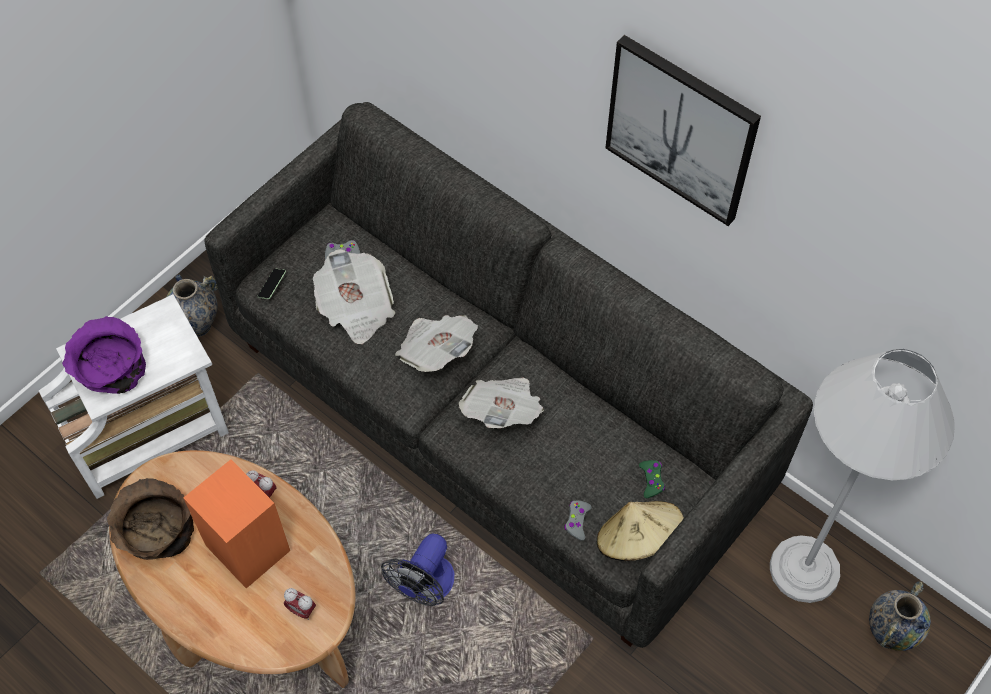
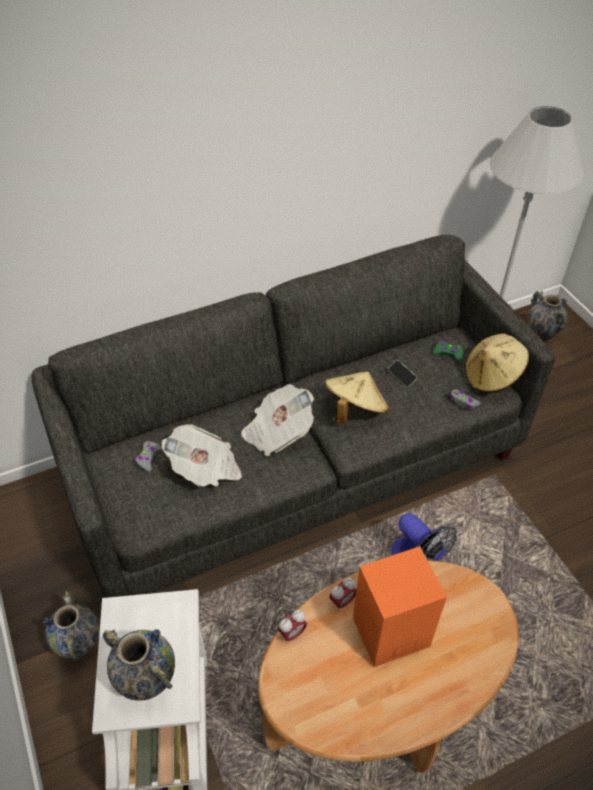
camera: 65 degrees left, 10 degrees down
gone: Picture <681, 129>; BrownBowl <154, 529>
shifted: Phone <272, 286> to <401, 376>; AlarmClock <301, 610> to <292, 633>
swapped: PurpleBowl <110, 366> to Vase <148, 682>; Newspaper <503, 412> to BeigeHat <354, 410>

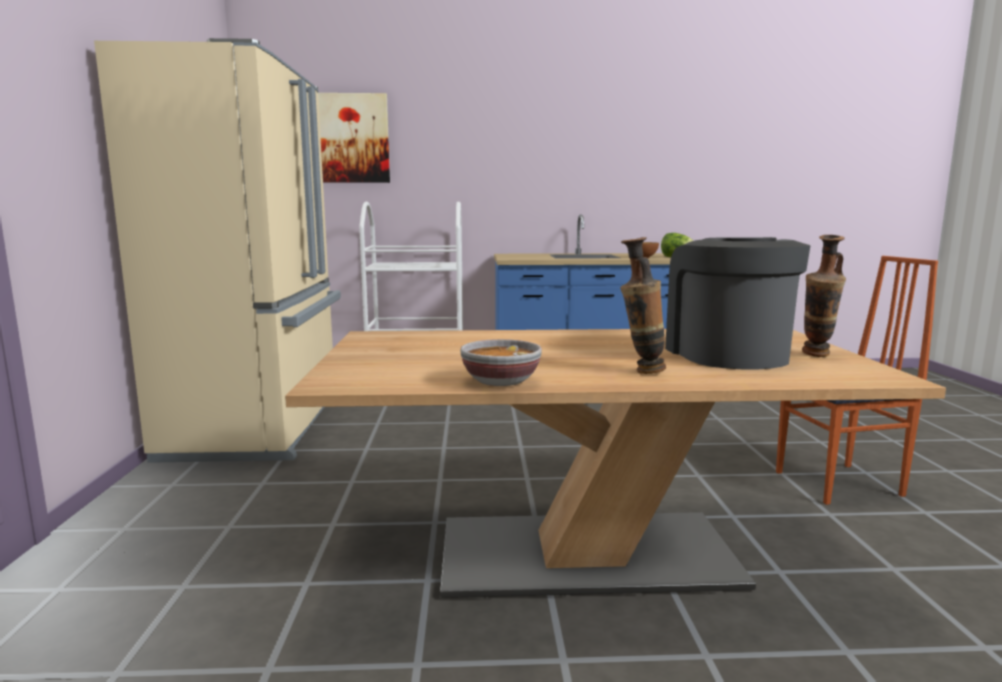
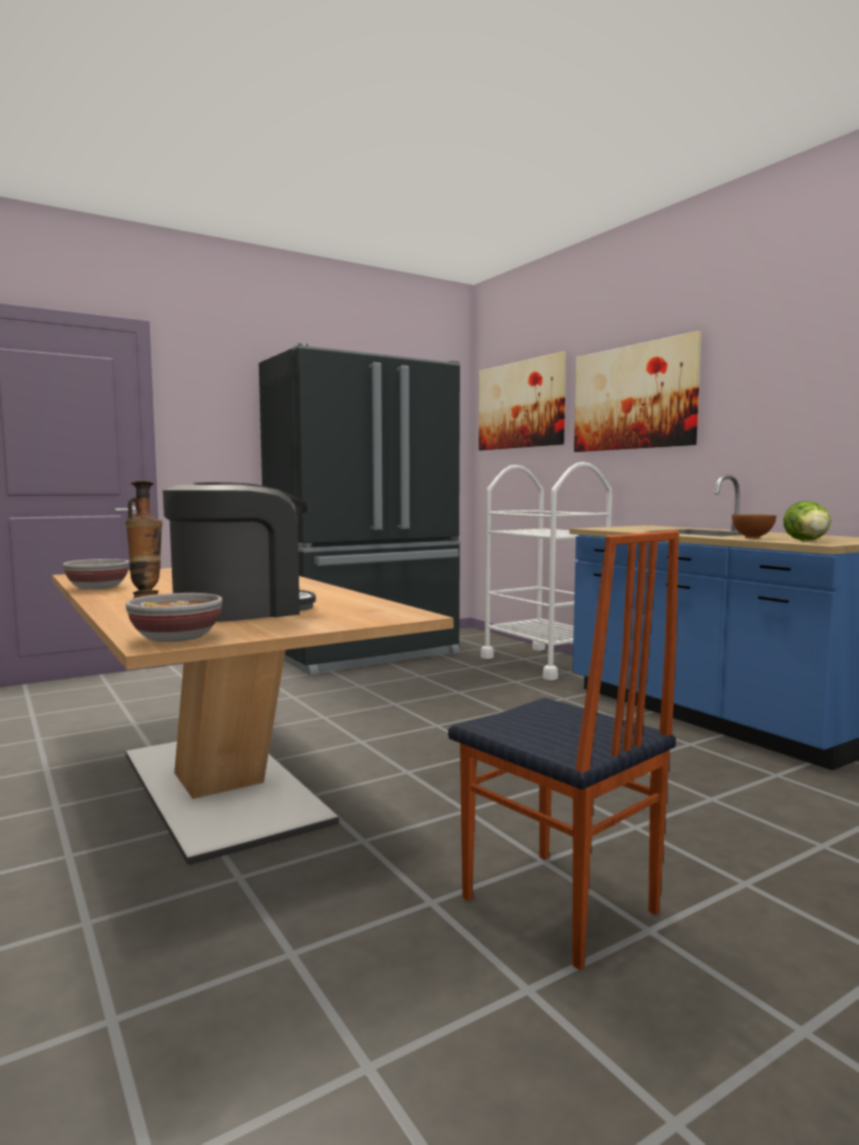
camera: 60 degrees right, 5 degrees down
gone: Vase <816, 356>
new: Picture <633, 397>; Bowl <176, 638>
repainted: BeigeFridge <261, 426> to BlackFridge <366, 654>

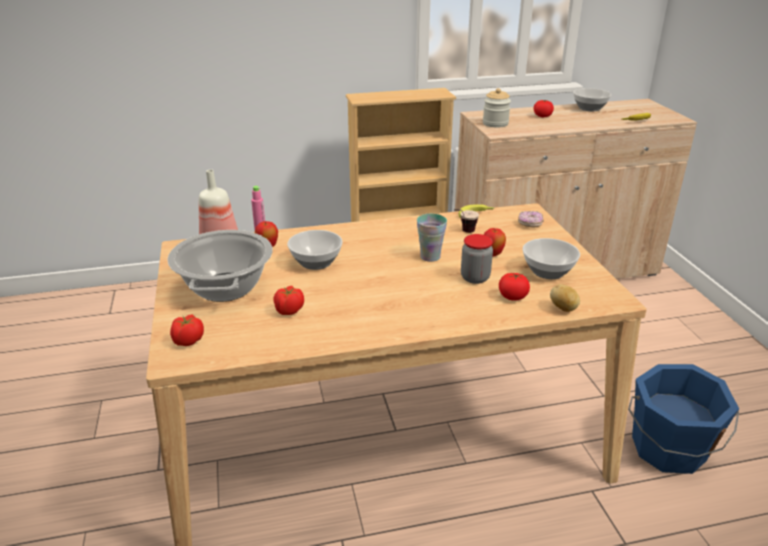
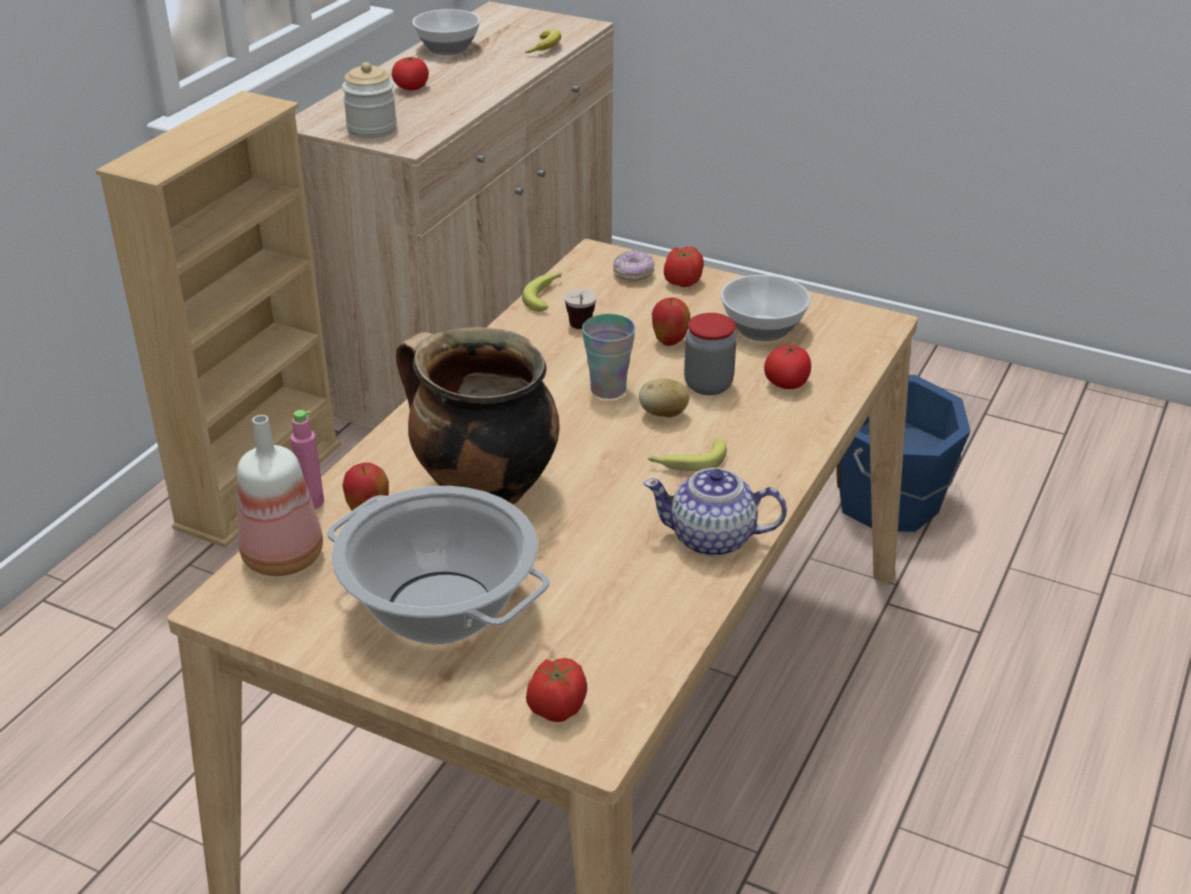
camera: 50 degrees left, 5 degrees up
new: Banana <687, 462>; Teapot <713, 539>
shifted: Potato <563, 308> to <663, 414>; Tomato <289, 311> to <682, 282>
swapped: Bowl <315, 262> to CookingPot <482, 490>

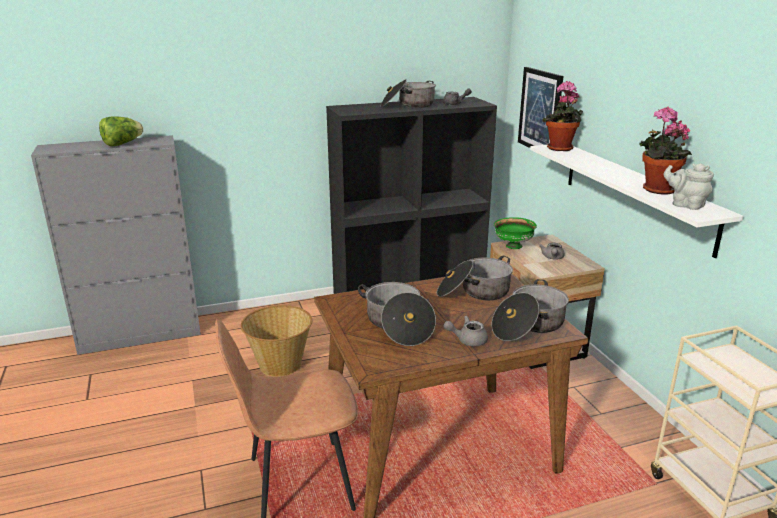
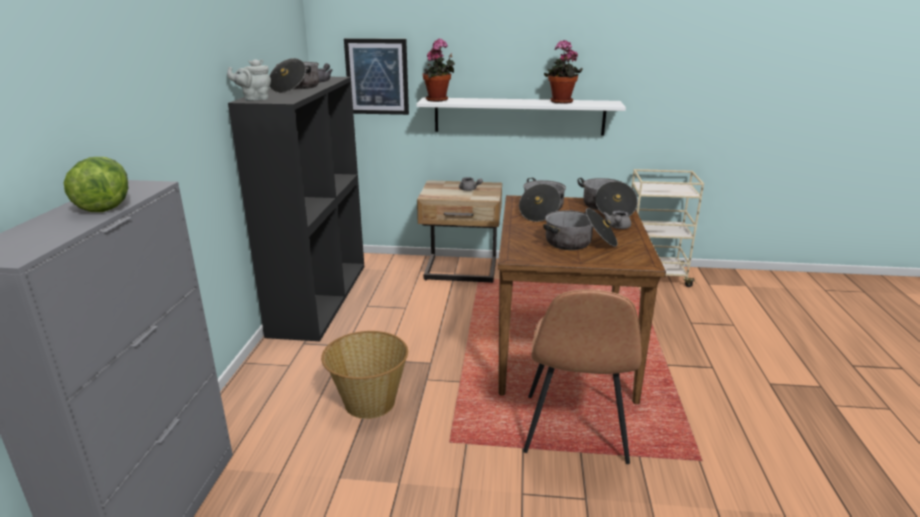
camera: 65 degrees left, 0 degrees up
gone: GreenBowl <513, 246>
shifted: GreyTeapot <685, 205> to <254, 99>

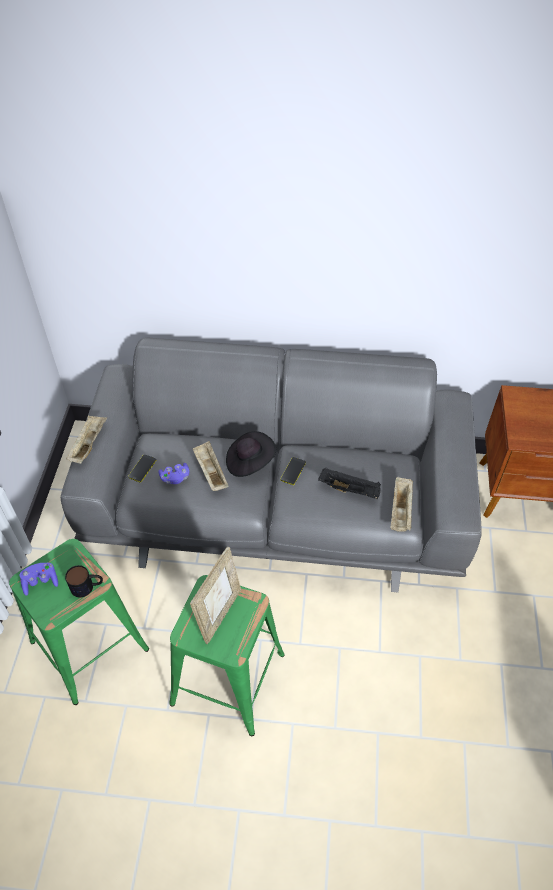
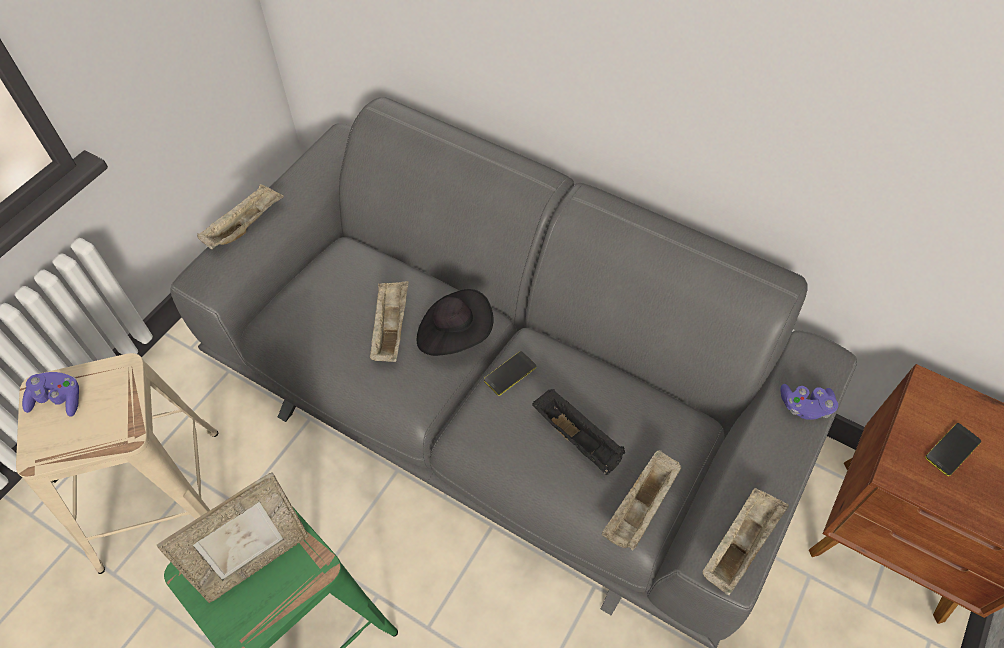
camera: 25 degrees right, 5 degrees up
gone: Mug <87, 586>
new: BeigeTray <740, 544>
shifted: Phone <142, 468> to <952, 449>; PurpleGameController <175, 478> to <804, 406>
repainted: GreenStool <88, 644> to BeigeStool <160, 496>

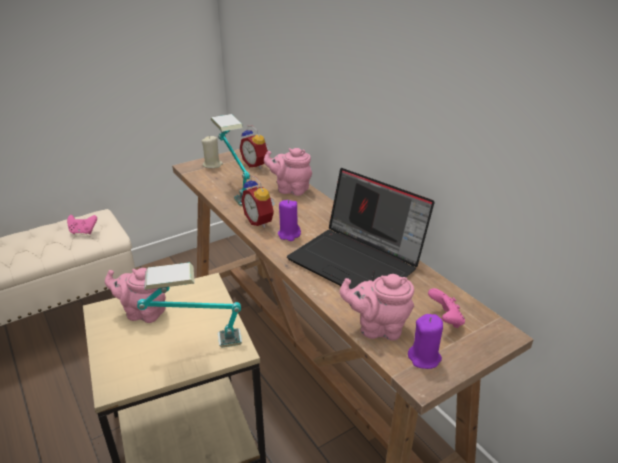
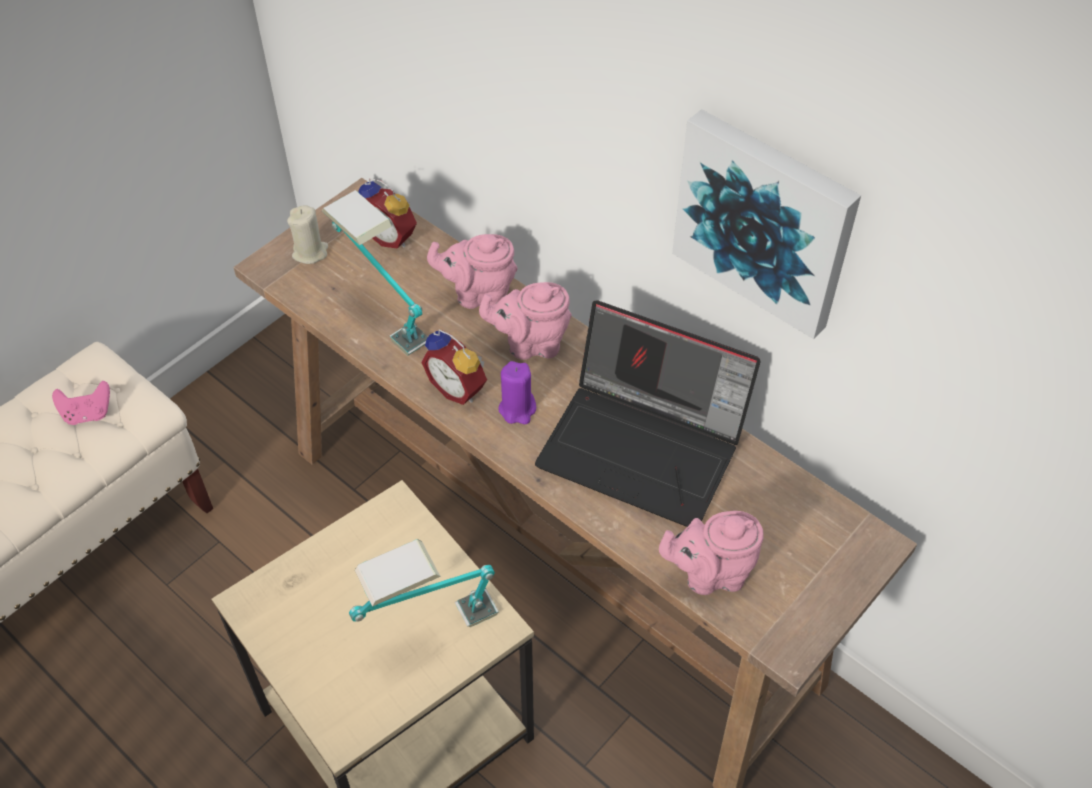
camera: 15 degrees left, 20 degrees up
gone: PinkGameController <445, 320>; PurpleCandle <424, 358>
new: Picture <765, 220>
shifted: PinkTeapot <143, 312> to <530, 344>

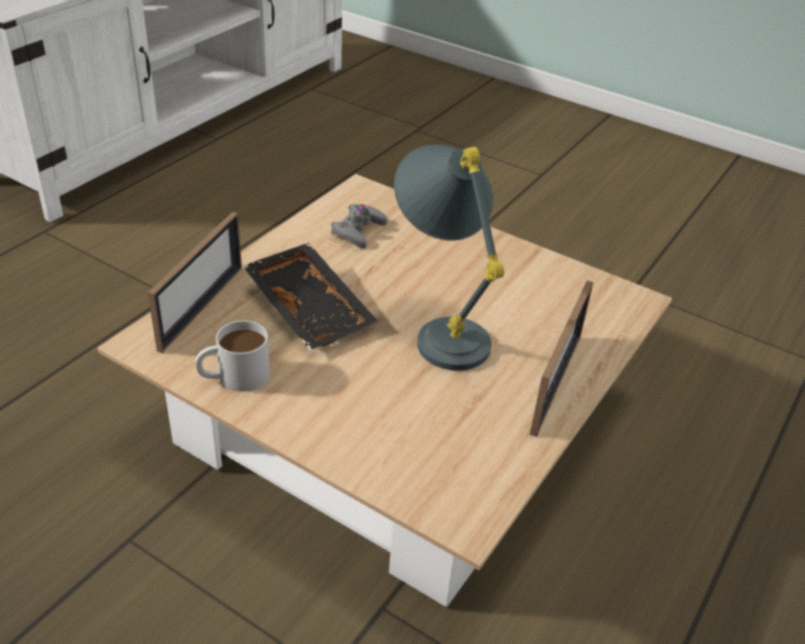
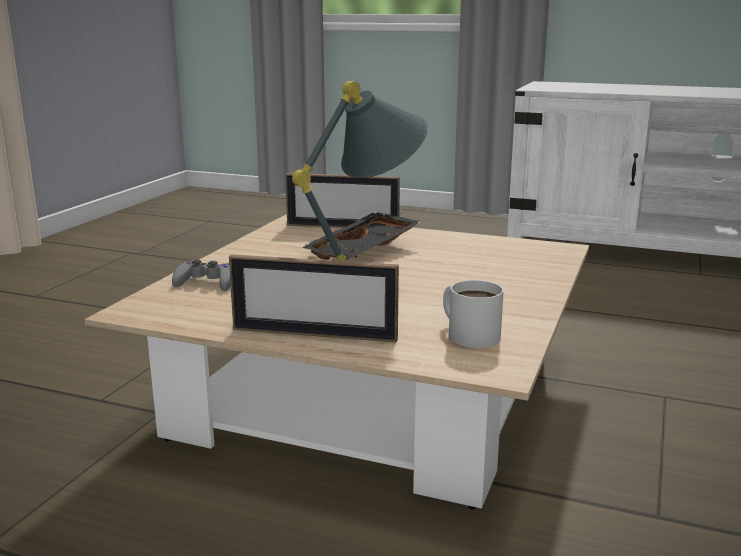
camera: 80 degrees right, 20 degrees down
shifted: GreyGameController <358, 231> to <207, 282>; WhiteMug <234, 376> to <467, 333>

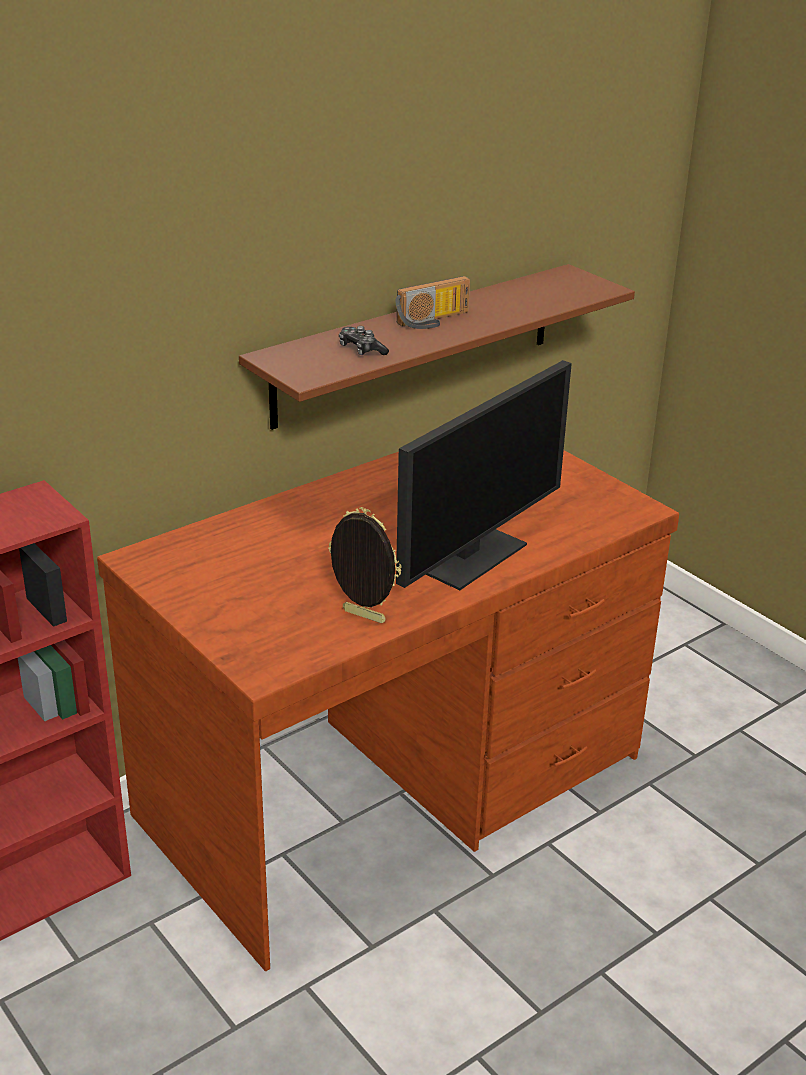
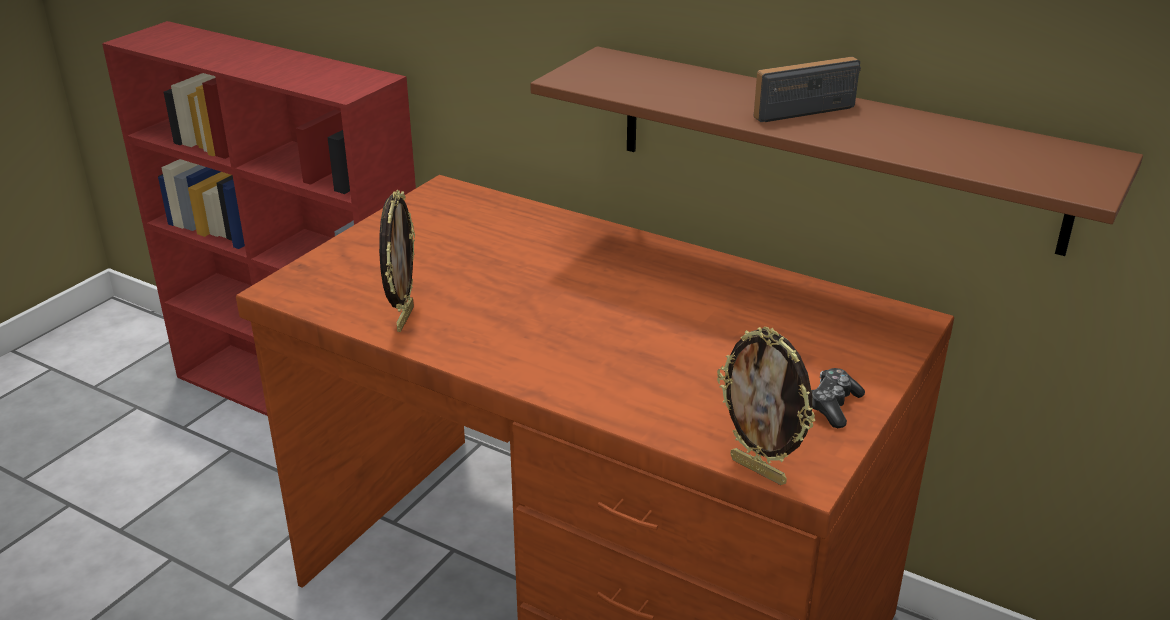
camera: 70 degrees right, 0 degrees up
gone: Monitor <467, 554>
new: PictureFrame <759, 470>
shifted: GameController <361, 350> to <833, 406>
rotated: Radio <434, 321> = <802, 108> 120 degrees clockwise

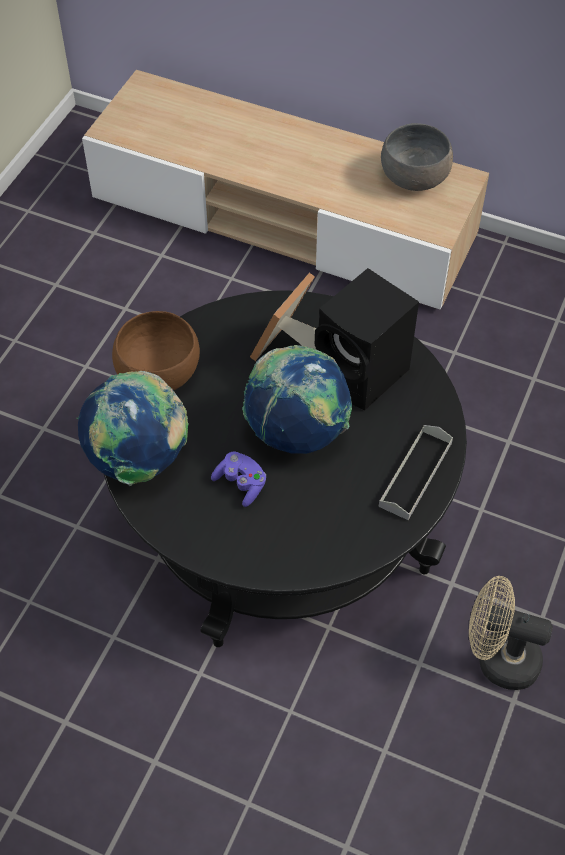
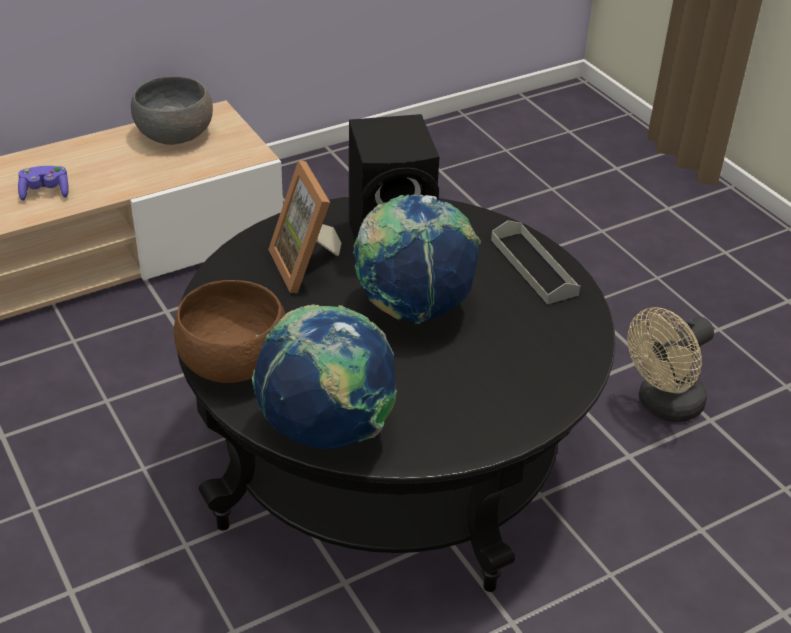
camera: 55 degrees left, 15 degrees down
shifted: PurpleGameController <241, 484> to <45, 192>

